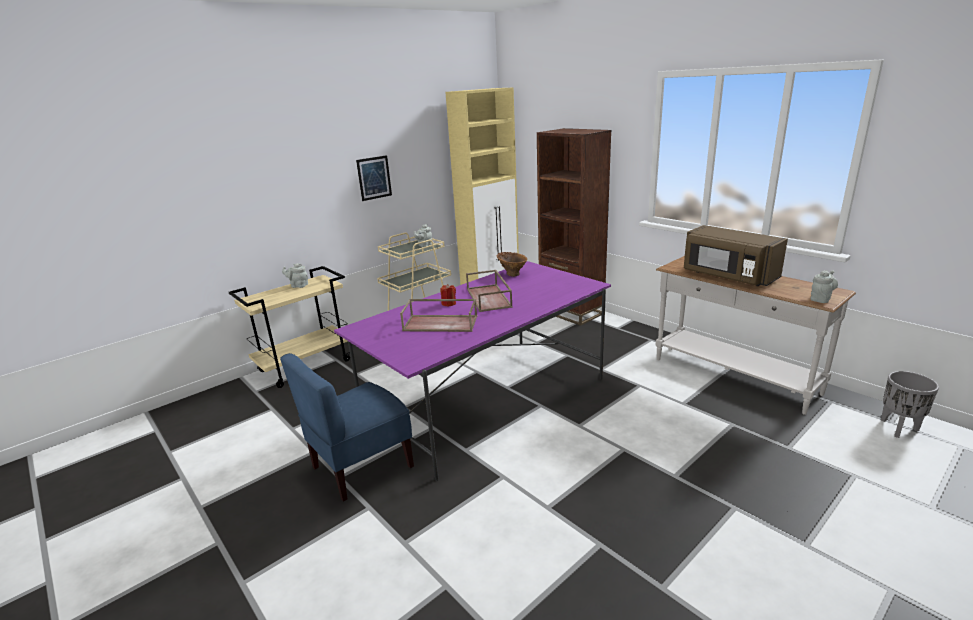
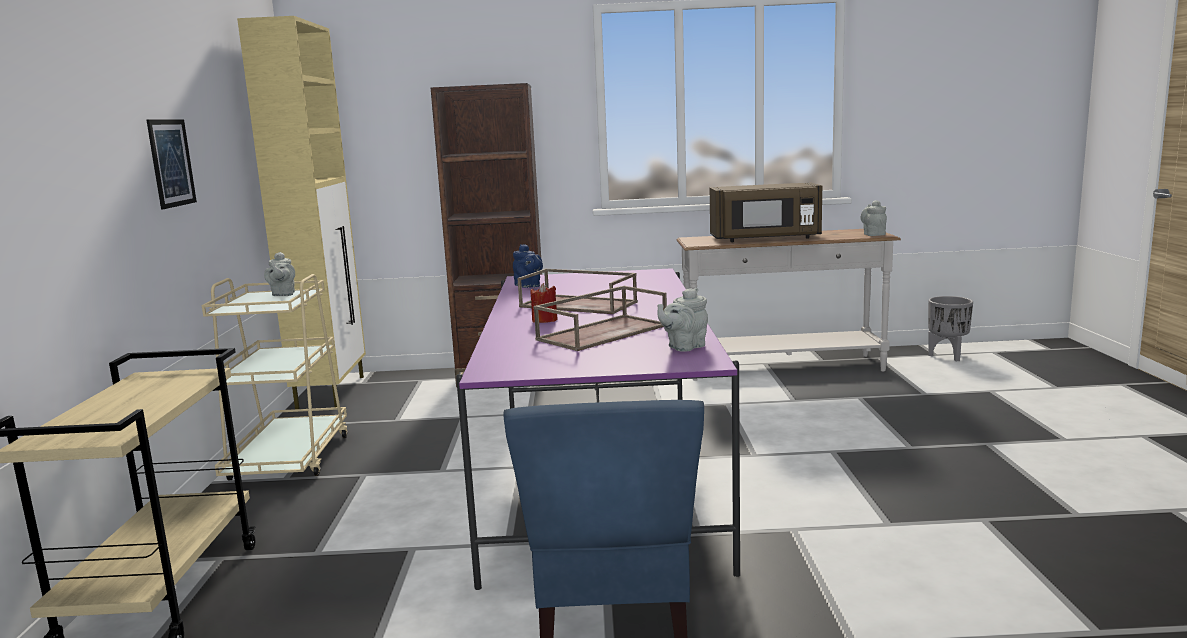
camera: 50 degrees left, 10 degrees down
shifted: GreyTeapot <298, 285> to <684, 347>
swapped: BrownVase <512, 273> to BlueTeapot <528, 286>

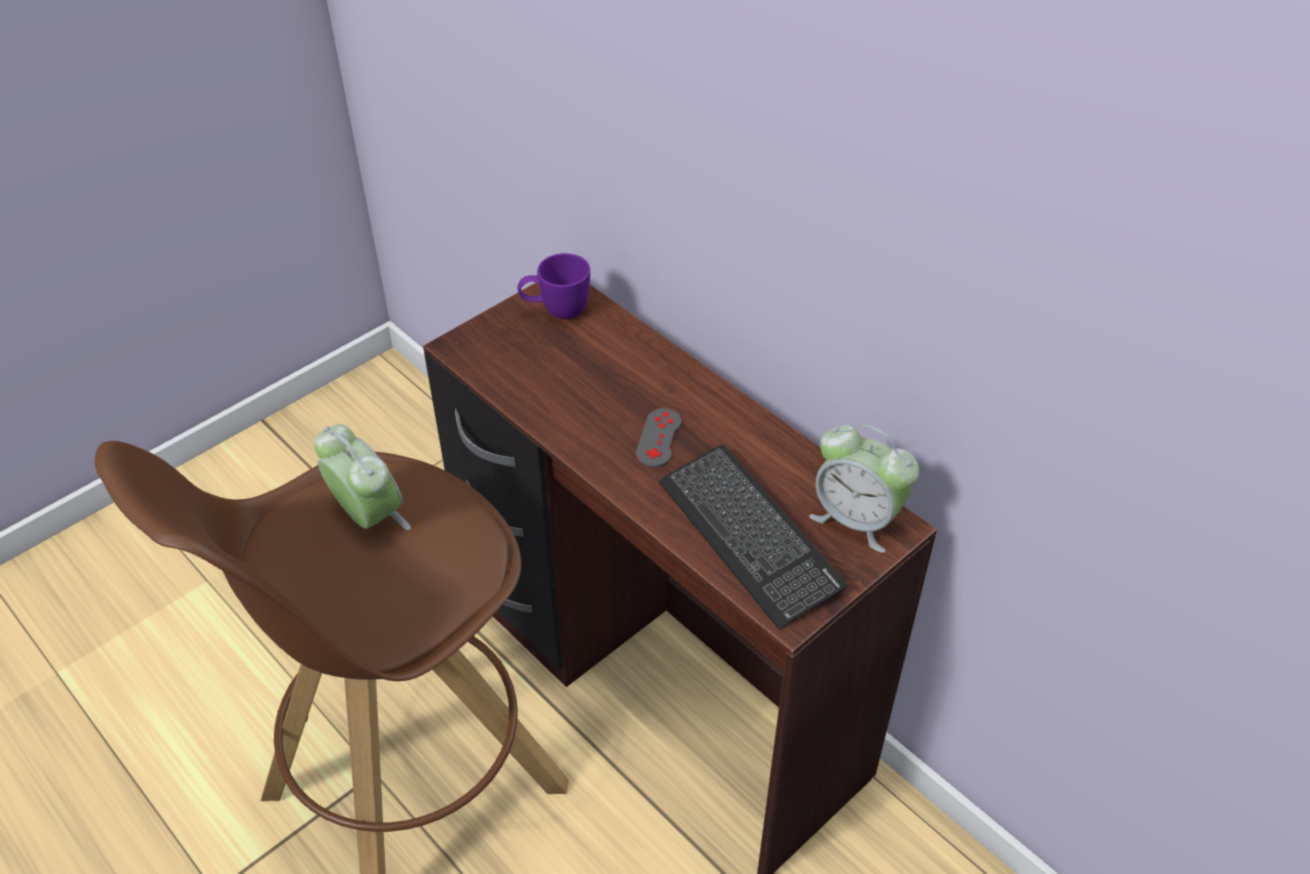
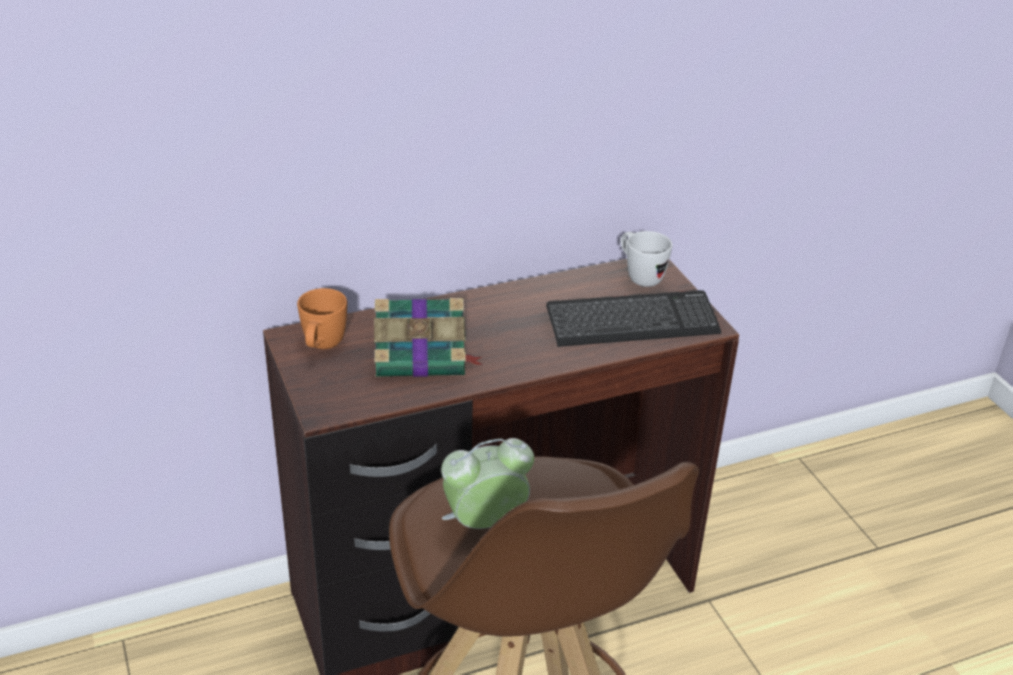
camera: 70 degrees left, 10 degrees down
gone: GreyGameController <658, 438>
new: Book <423, 356>
swapped: AlarmClock <856, 519> to WhiteMug <639, 276>
repainted: PurpleMug <556, 311> to OrangeMug <322, 347>

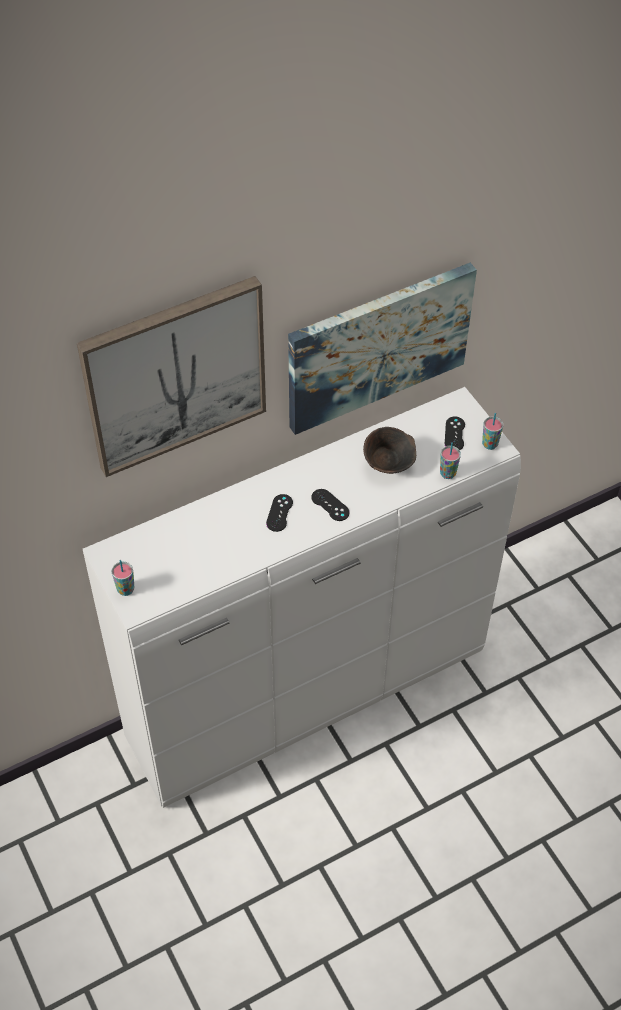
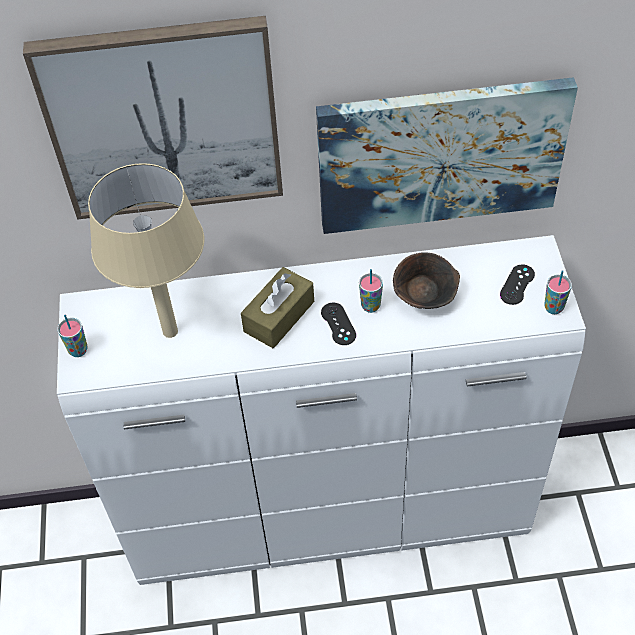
camera: 25 degrees right, 0 degrees up
new: BeigeTableLamp <170, 332>
shifted: Cup <447, 473> to <370, 306>
swapped: BlackGameController <279, 513> to BrownTissueBox <279, 316>

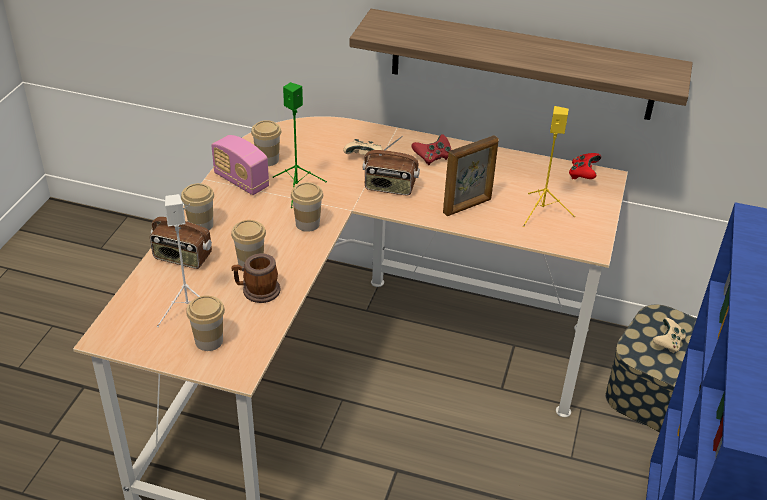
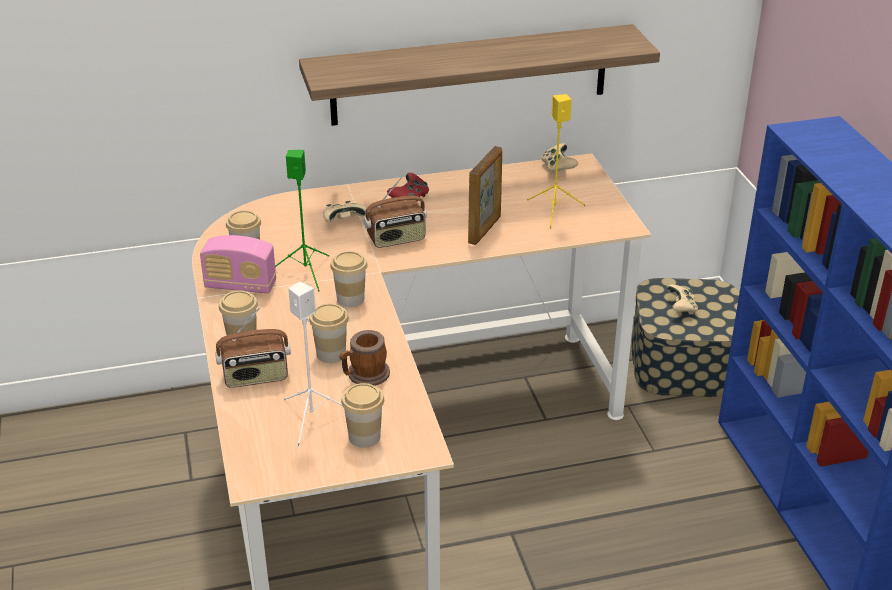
camera: 30 degrees left, 5 degrees down
repainted: RedGameController <583, 174> to BeigeGameController <558, 168>

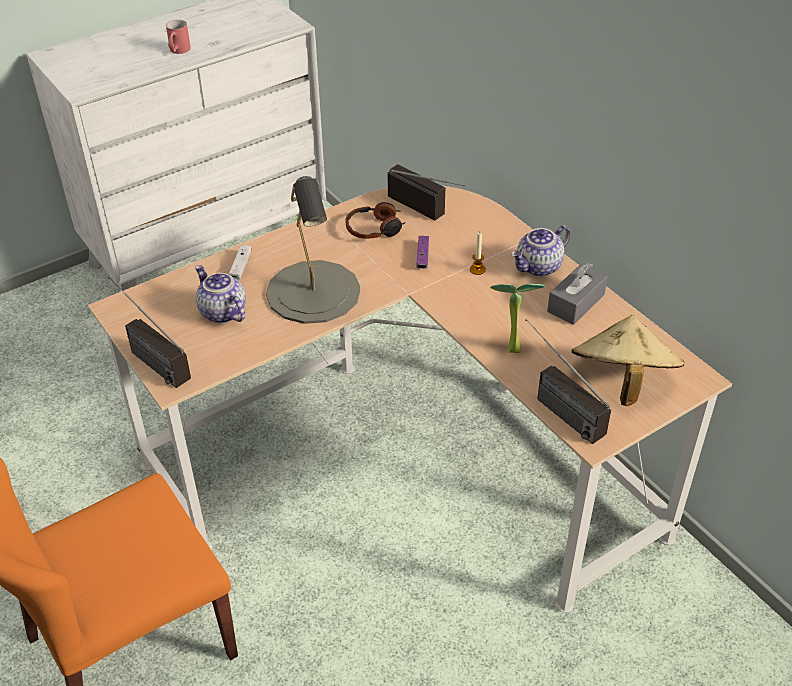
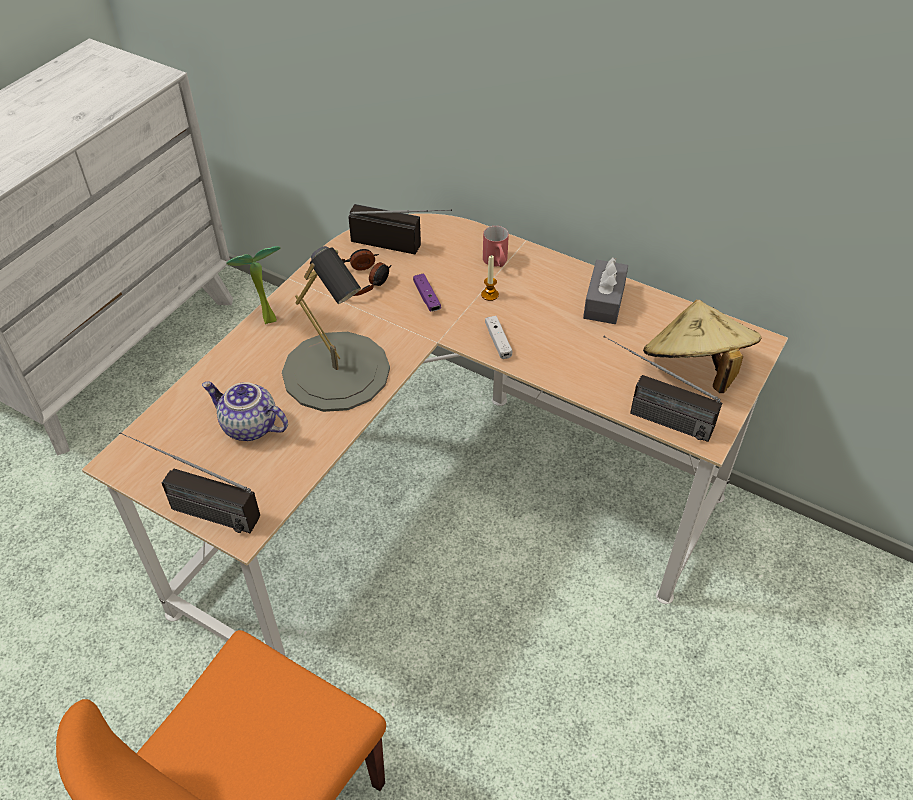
camera: 25 degrees left, 5 degrees up
gone: Teapot <539, 267>
shifted: RedMug <178, 51> to <496, 263>; WhiteGameController <240, 266> to <498, 341>; PottedPlant <510, 347> to <265, 318>

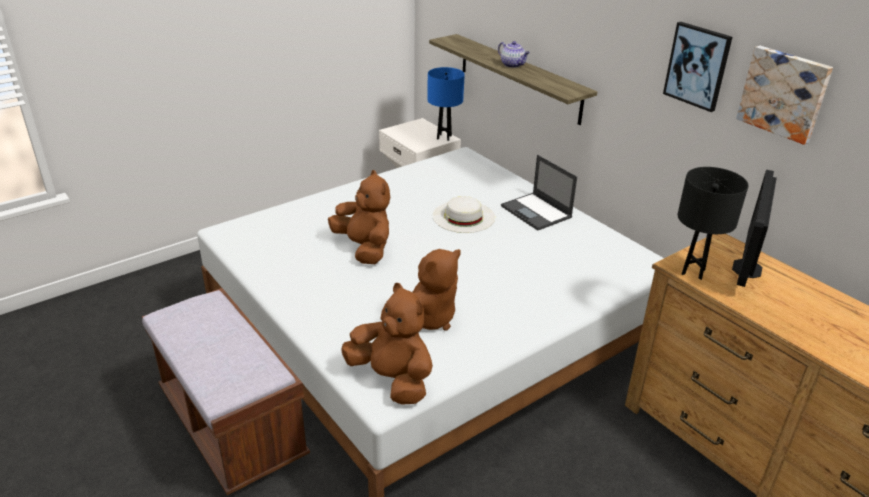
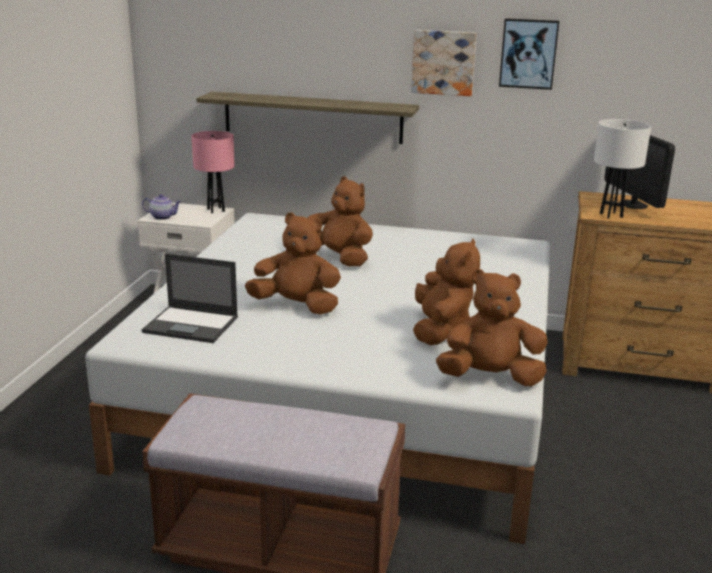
camera: 40 degrees left, 10 degrees down
shifted: Teapot <513, 65> to <163, 217>; Picture <784, 93> to <443, 62>; Laptop <536, 212> to <192, 325>
swapped: WhiteHat <463, 216> to BrownPlushToy <339, 258>
repainted: BlueTableLamp <444, 137> to PinkTableLamp <216, 210>; BlackTableLamp <693, 272> to WhiteTableLamp <611, 215>

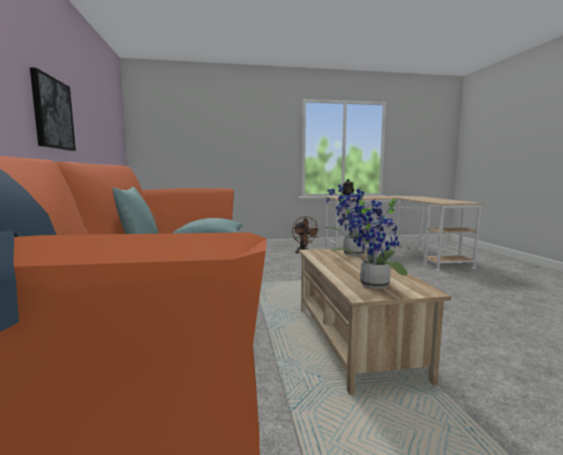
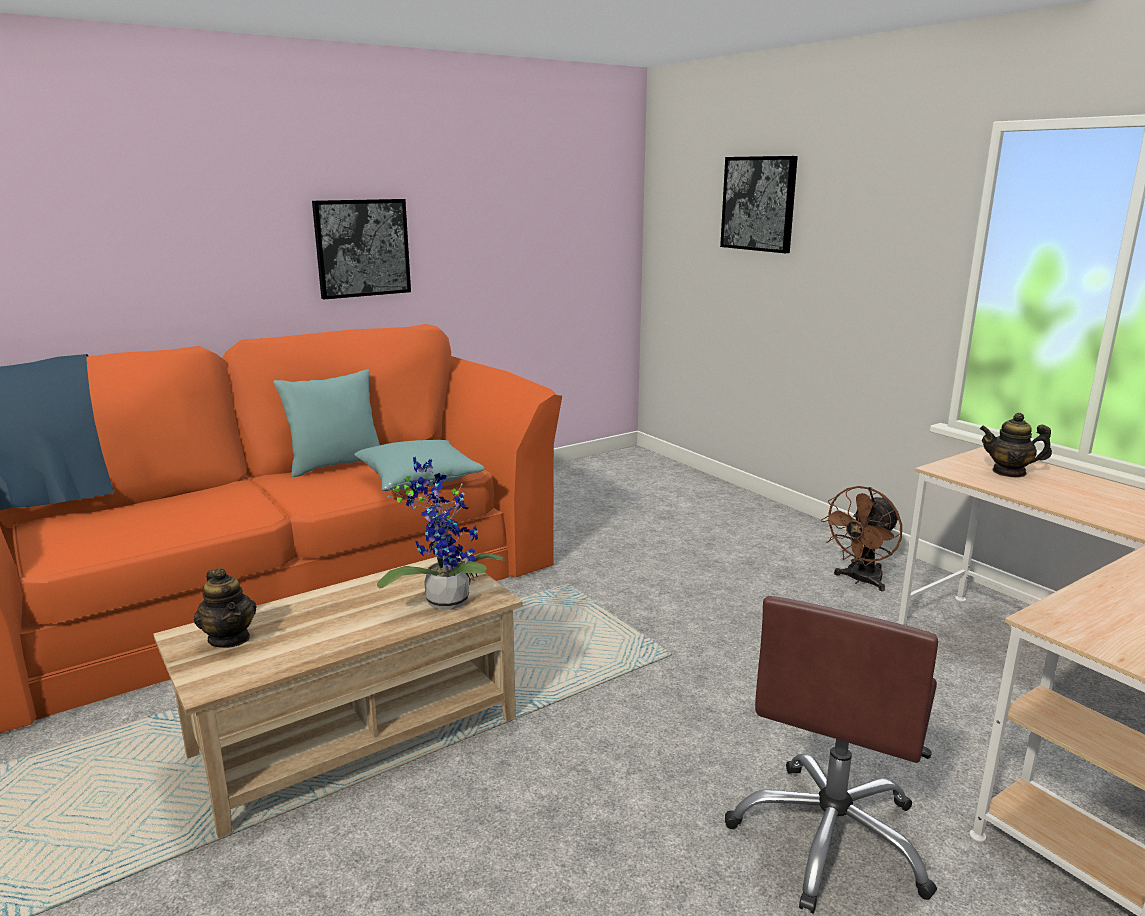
camera: 65 degrees right, 10 degrees up
new: Picture <759, 203>; BrownOfficeChair <831, 838>
swapped: PottedPlant <371, 286> to Teapot <230, 638>

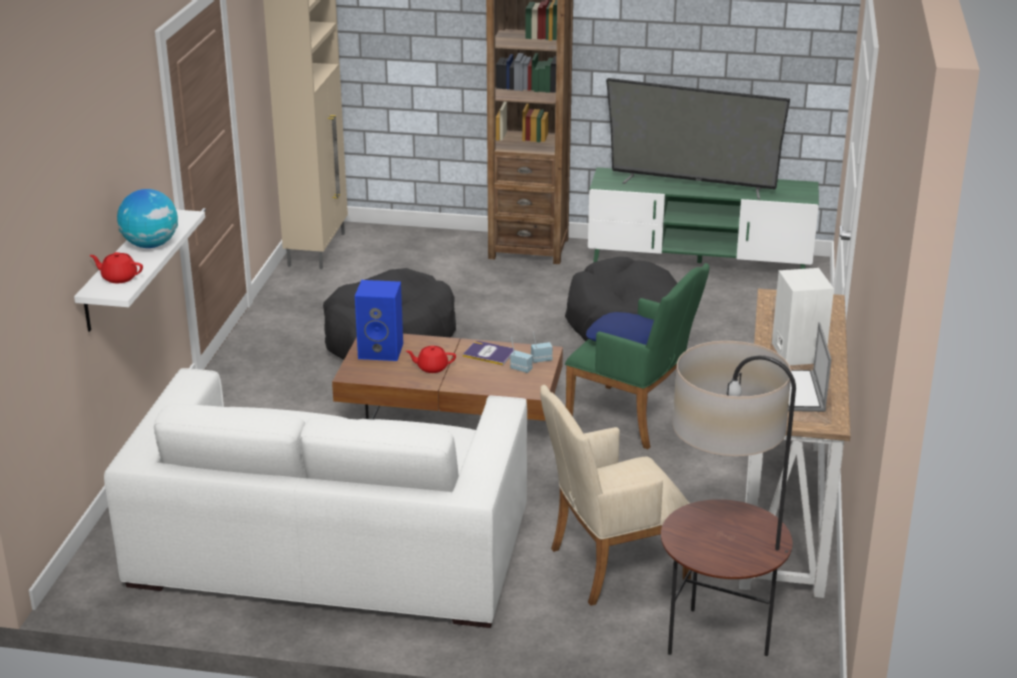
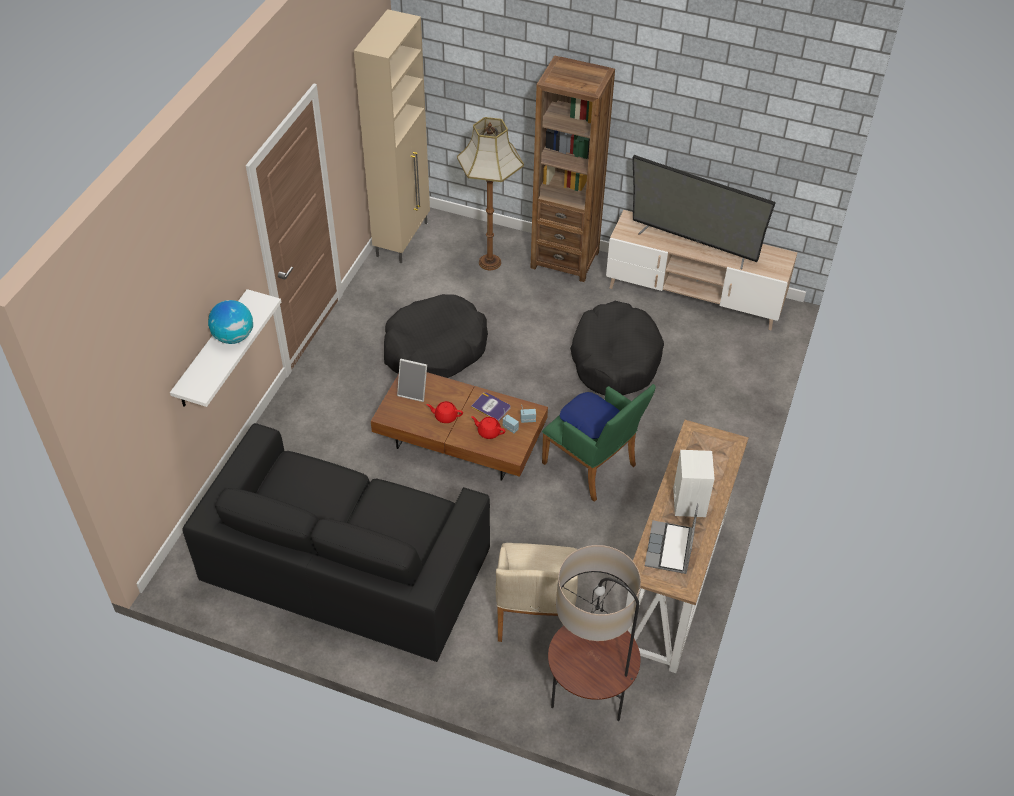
camera: 10 degrees right, 20 degrees up
new: FloorLamp <490, 263>
shifted: RedTeapot <119, 278> to <488, 432>
swapped: BlueSpeaker <382, 351> to PictureFrame <413, 392>
repainted: GreenTvStand <699, 263> to BeigeTvStand <694, 295>; WhiteSofa <331, 548> to BlackSofa <346, 567>
rotated: BeigeArmchair <610, 566> = <534, 616> 75 degrees counterclockwise

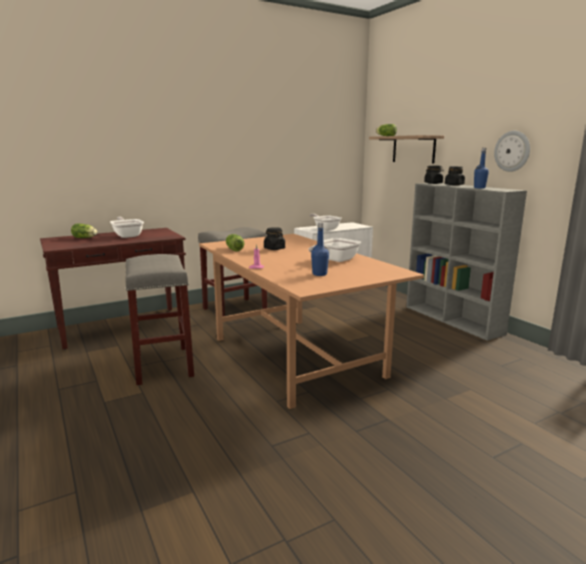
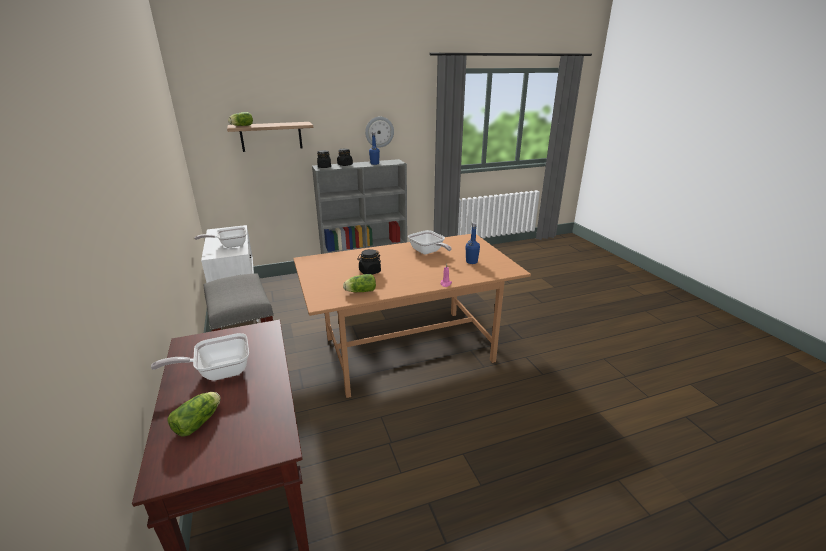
camera: 80 degrees left, 10 degrees up
gone: GreyStool <162, 364>

